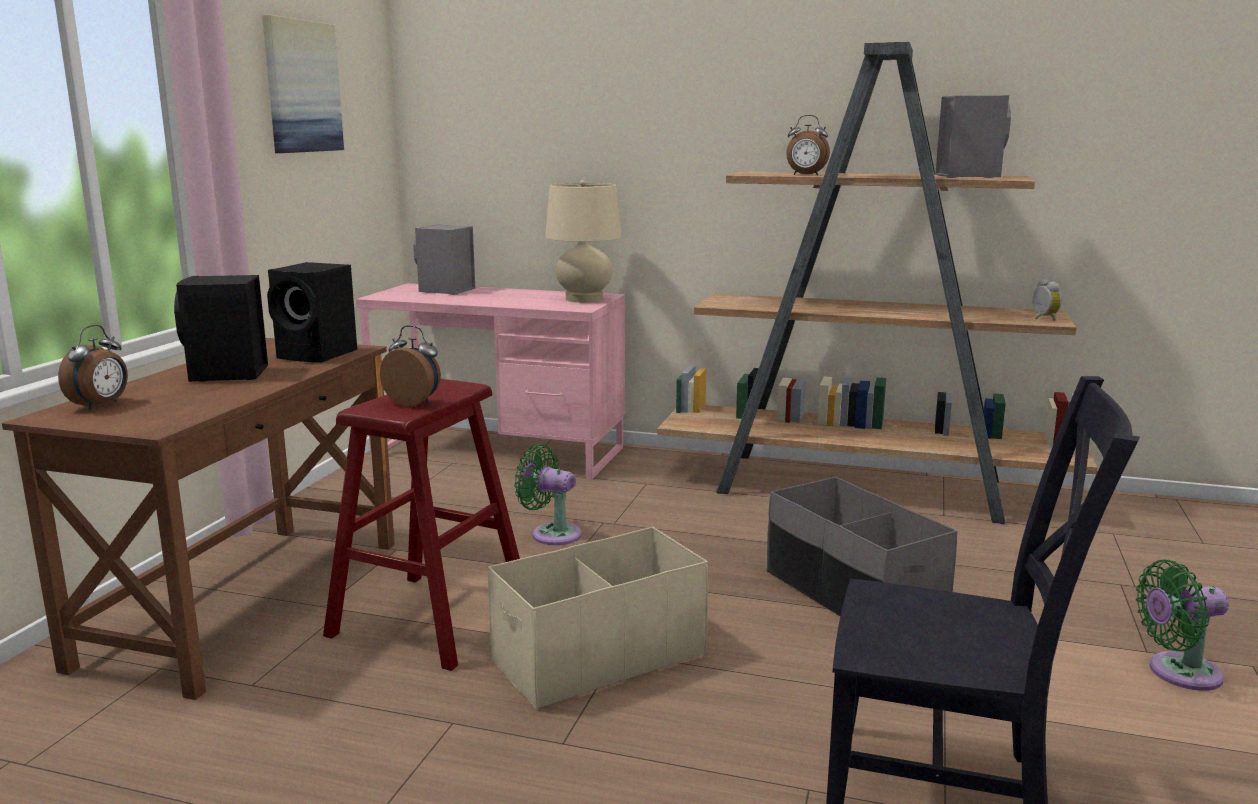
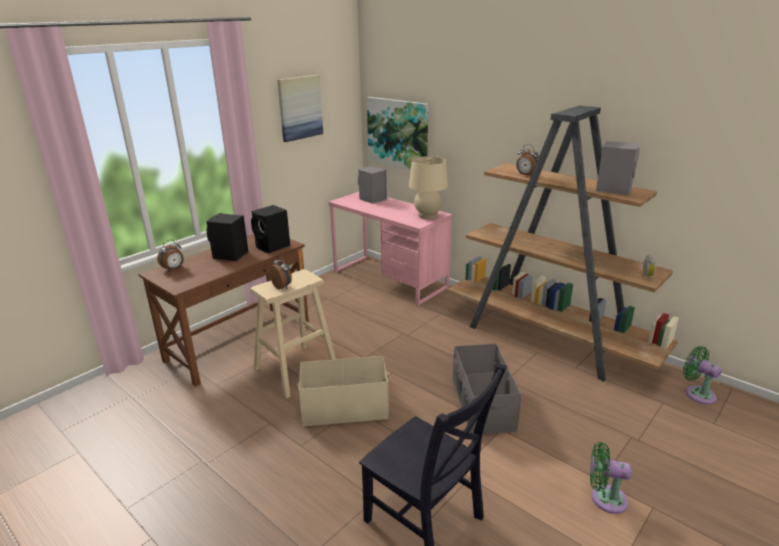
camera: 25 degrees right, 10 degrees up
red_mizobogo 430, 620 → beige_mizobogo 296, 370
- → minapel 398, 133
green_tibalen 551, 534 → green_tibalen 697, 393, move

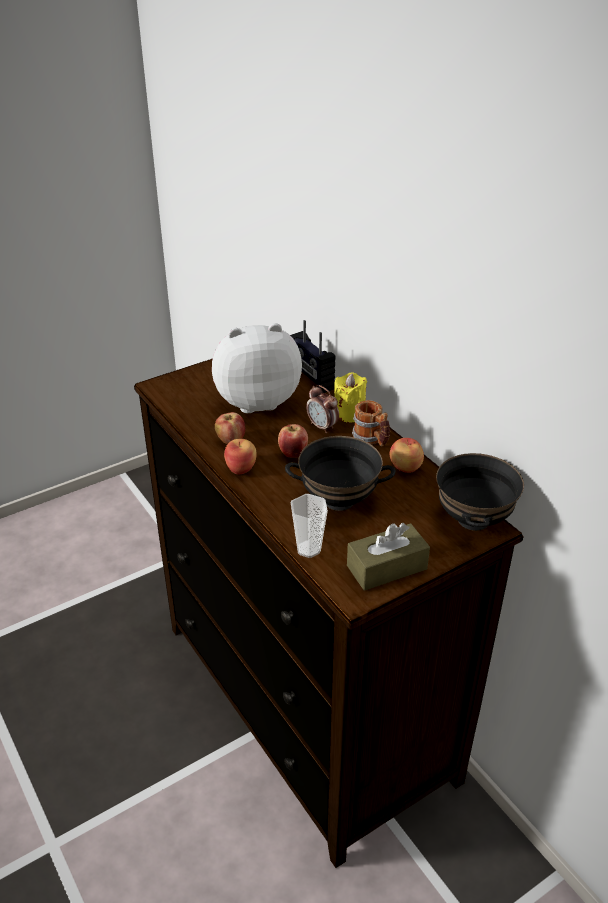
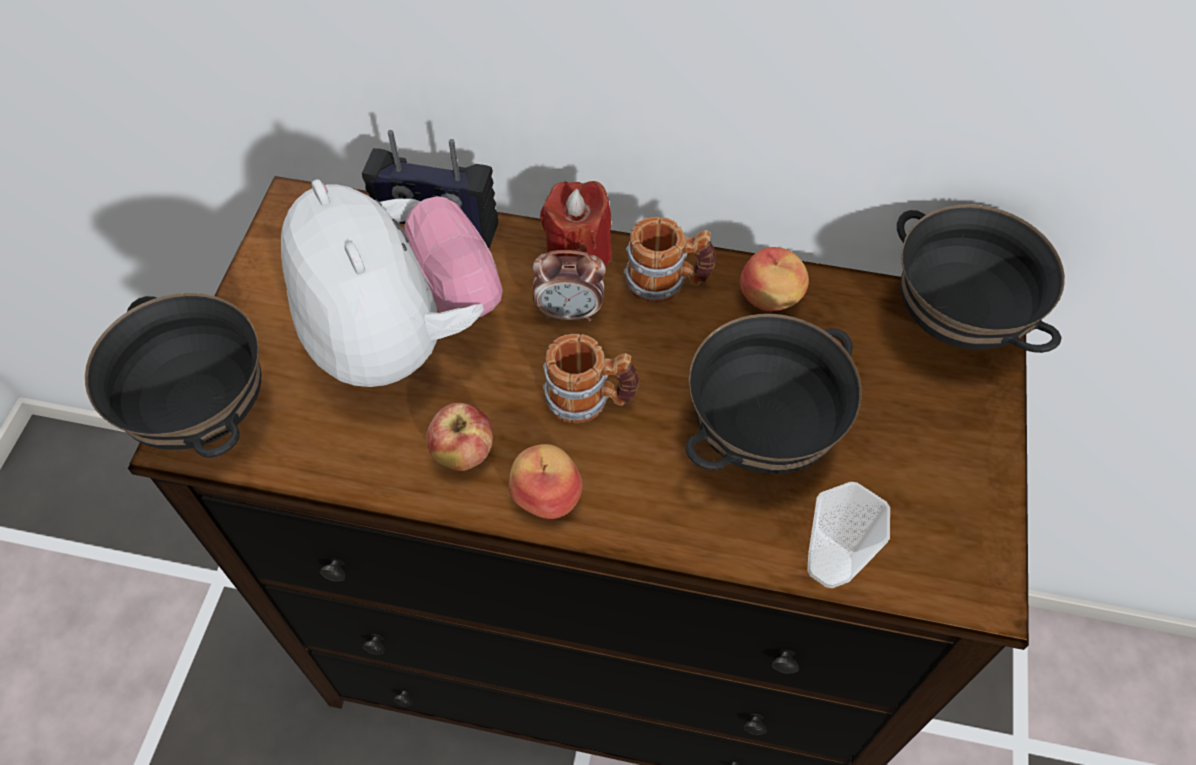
camera: 45 degrees left, 20 degrees up
- → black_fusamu 207, 414
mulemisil 256, 400 → mulemisil 402, 338, 120 degrees clockwise
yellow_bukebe 349, 414 → red_bukebe 578, 256
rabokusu 293, 453 → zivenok 590, 400
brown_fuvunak 386, 567 → -

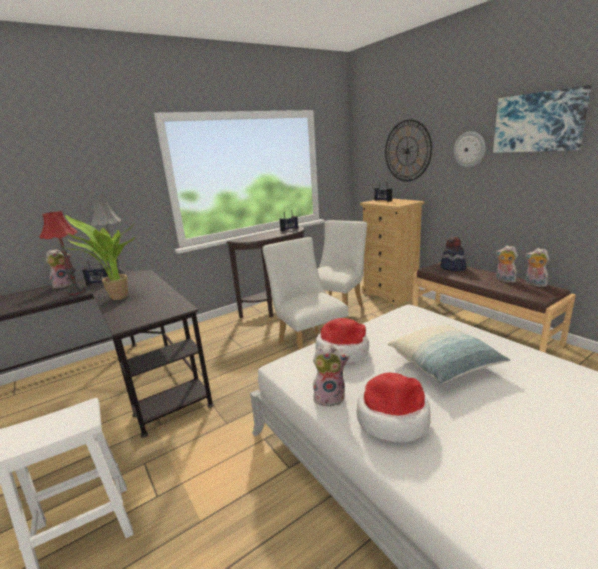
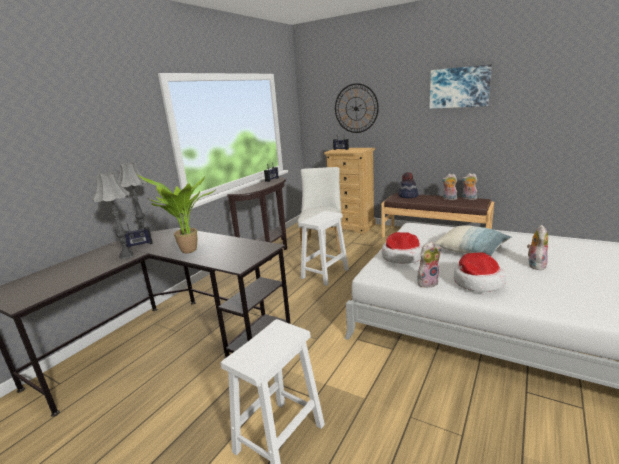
camera: 25 degrees left, 0 degrees up
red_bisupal 76, 292 → grey_bisupal 126, 255
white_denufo 308, 345 → white_mizobogo 325, 273
mulemisil 64, 285 → mulemisil 535, 265, move
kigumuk 469, 149 → -

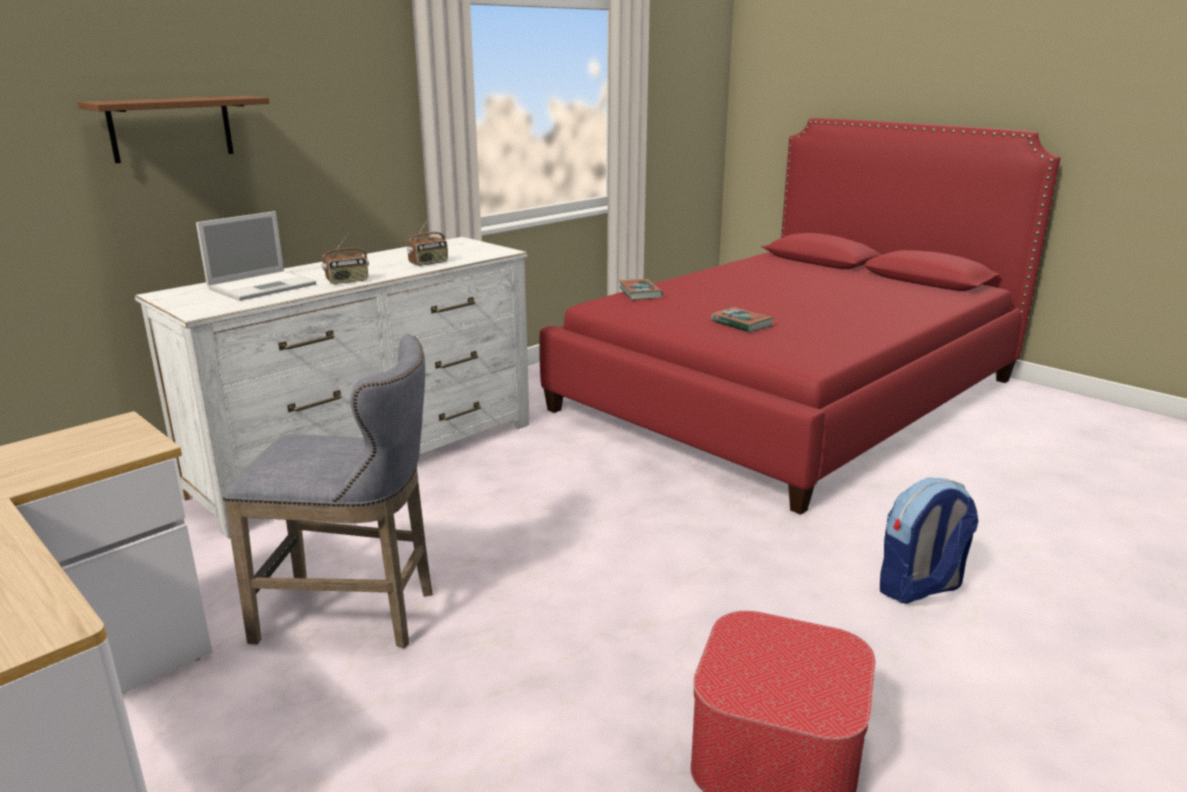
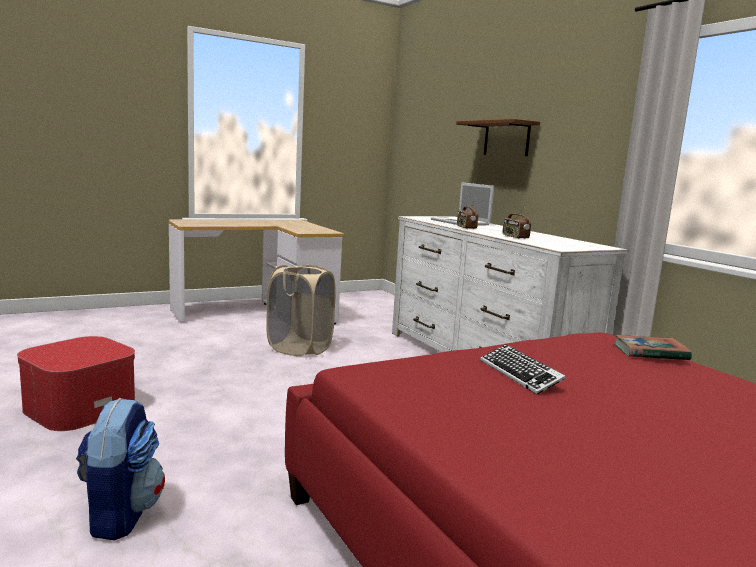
camera: 105 degrees right, 10 degrees down
grey_mizobogo 356, 615 → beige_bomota 300, 348
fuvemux 741, 324 → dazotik 520, 374

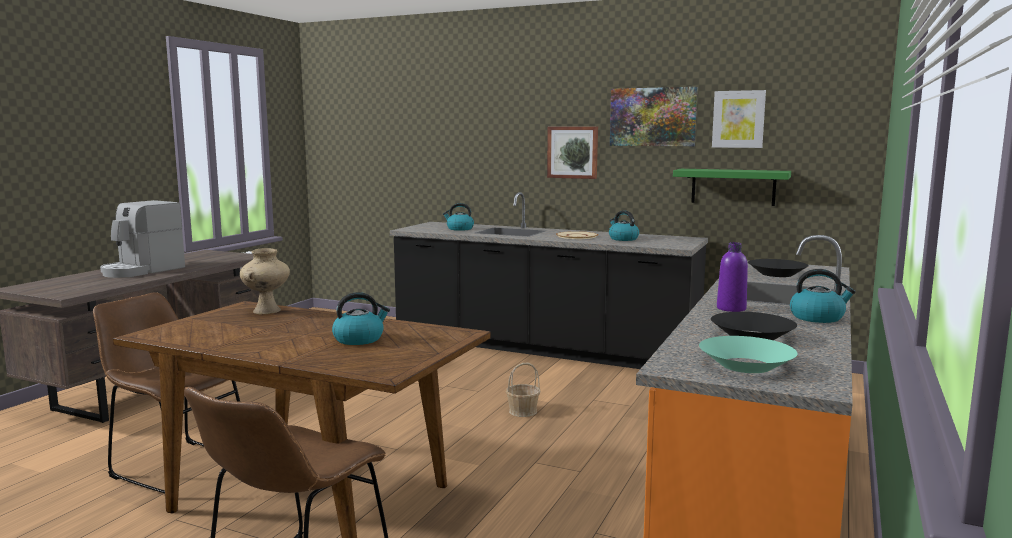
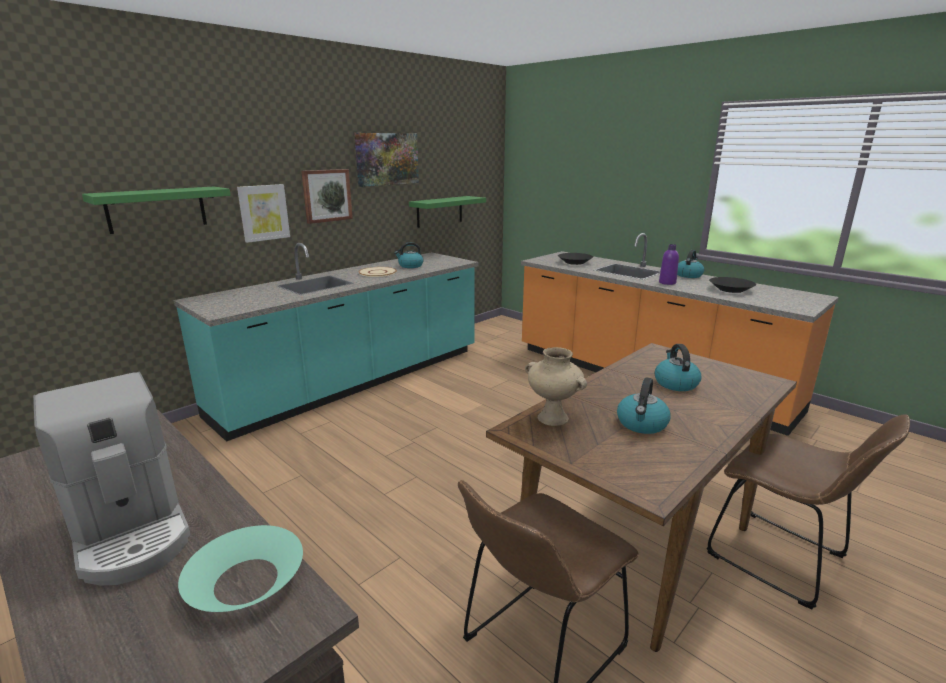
camera: 70 degrees left, 10 degrees up
- → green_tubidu 156, 209
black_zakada 542, 348 → turquoise_zakada 355, 382
turquoise_fusamu 746, 365 → turquoise_fusamu 246, 581, move
minapel 738, 119 → minapel 263, 212, move
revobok 459, 229 → revobok 642, 424, move
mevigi 522, 411 → -

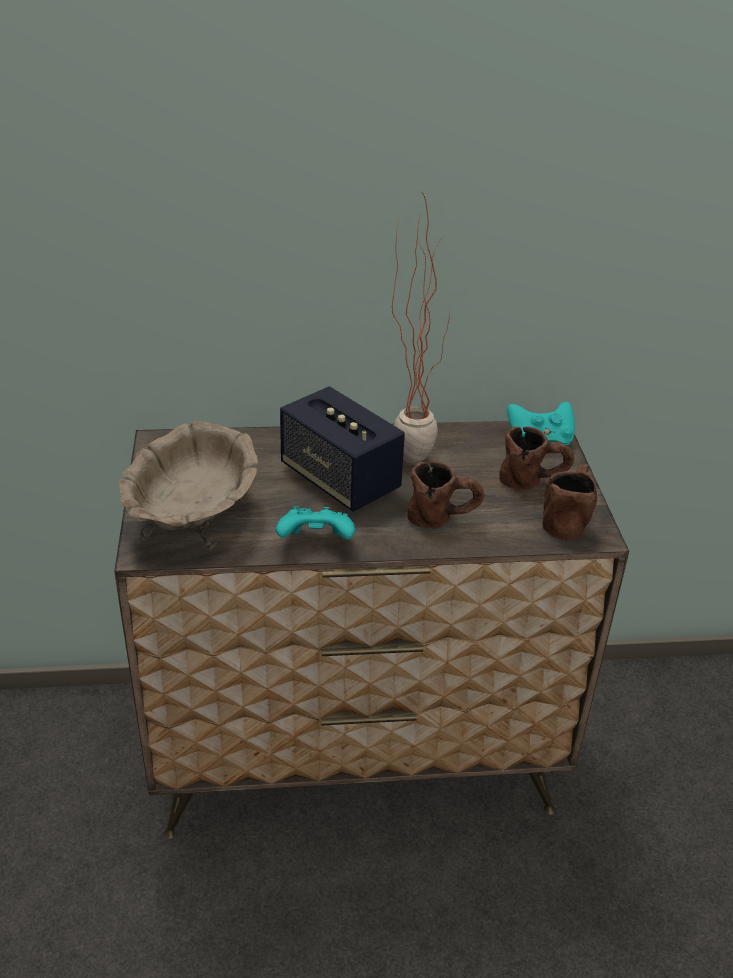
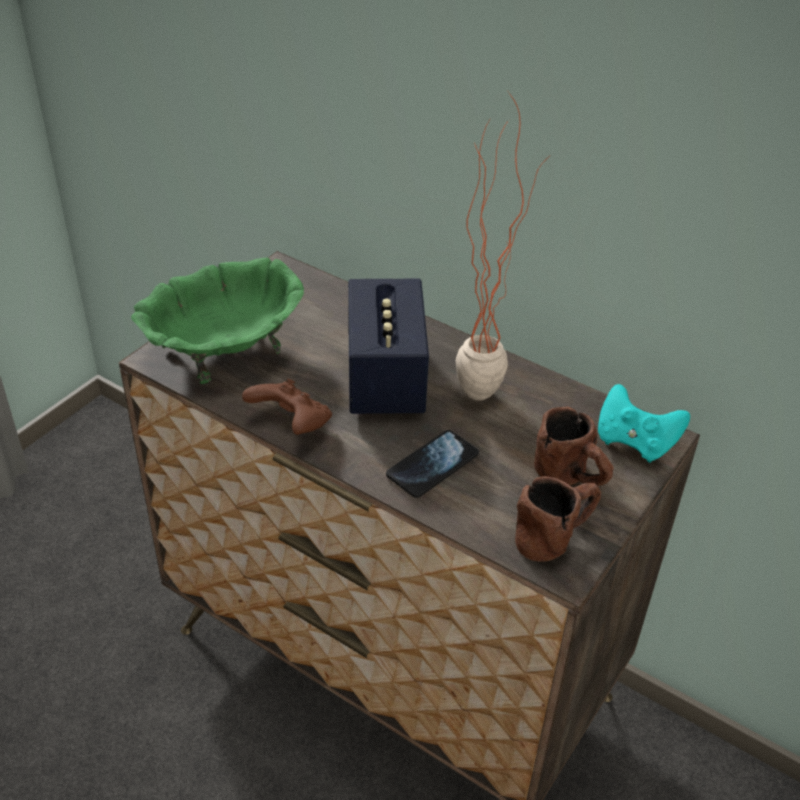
camera: 40 degrees right, 5 degrees up
beige_fusamu 193, 517 → green_fusamu 225, 349
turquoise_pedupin 316, 543 → brown_pedupin 292, 425
brown_zivenok 443, 518 → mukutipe 432, 465

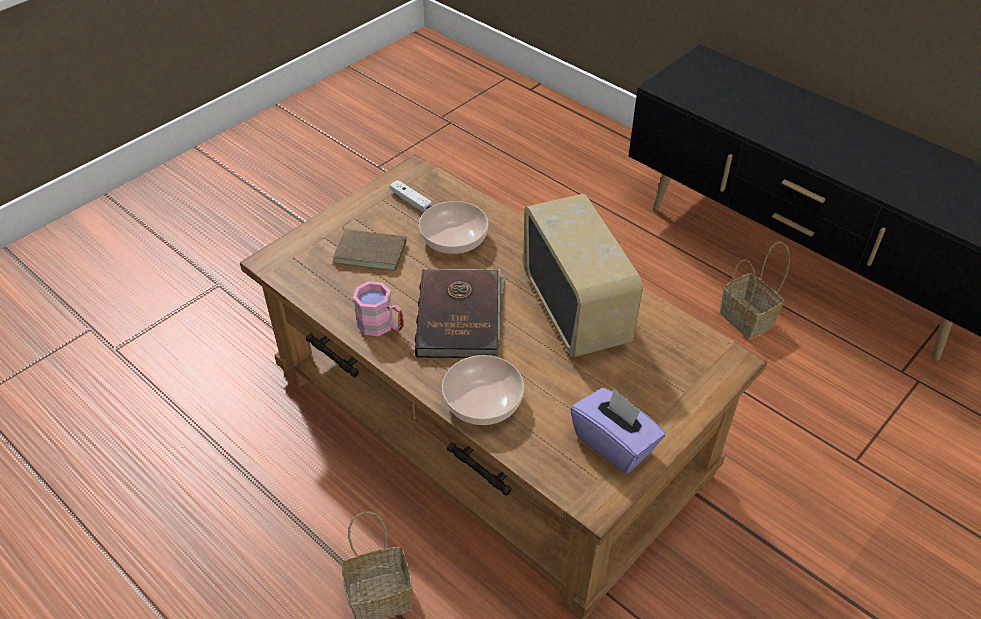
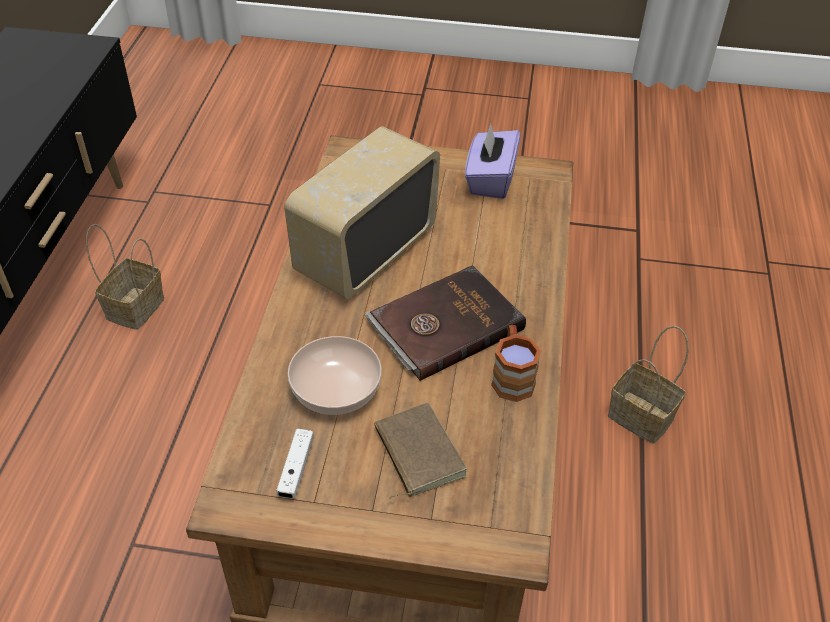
camera: 125 degrees left, 0 degrees up
pink_zivenok 382, 326 → brown_zivenok 512, 376
fusamu 481, 402 → -

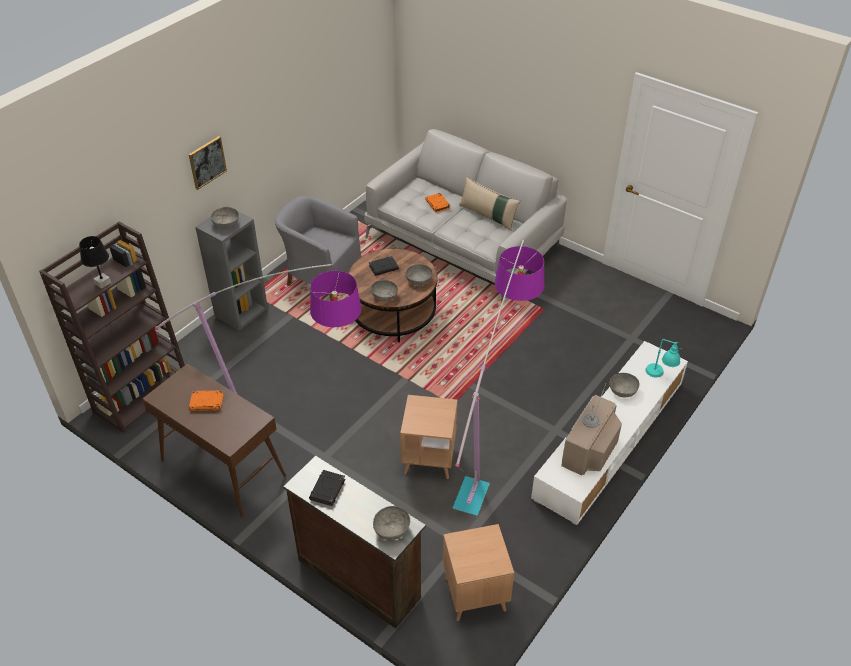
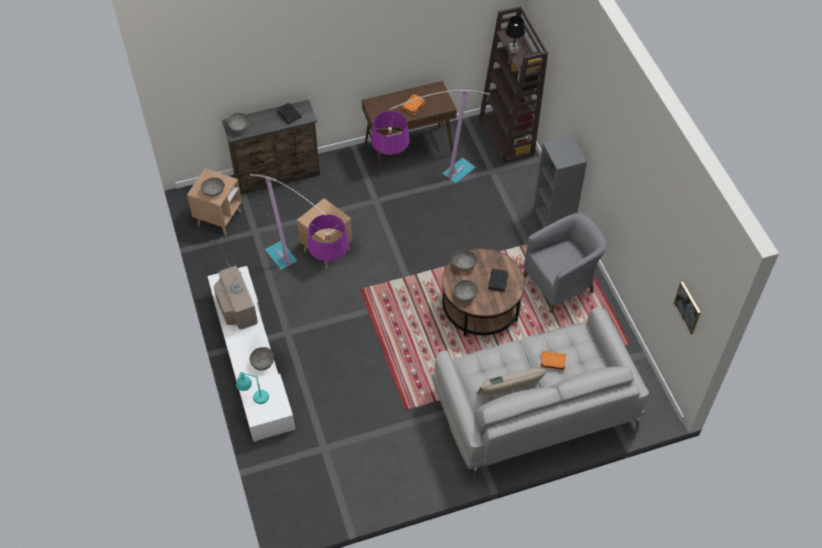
camera: 125 degrees right, 10 degrees up
grey_fusamu 226, 224 → grey_fusamu 213, 191, move
minapel 207, 162 → minapel 688, 307, move

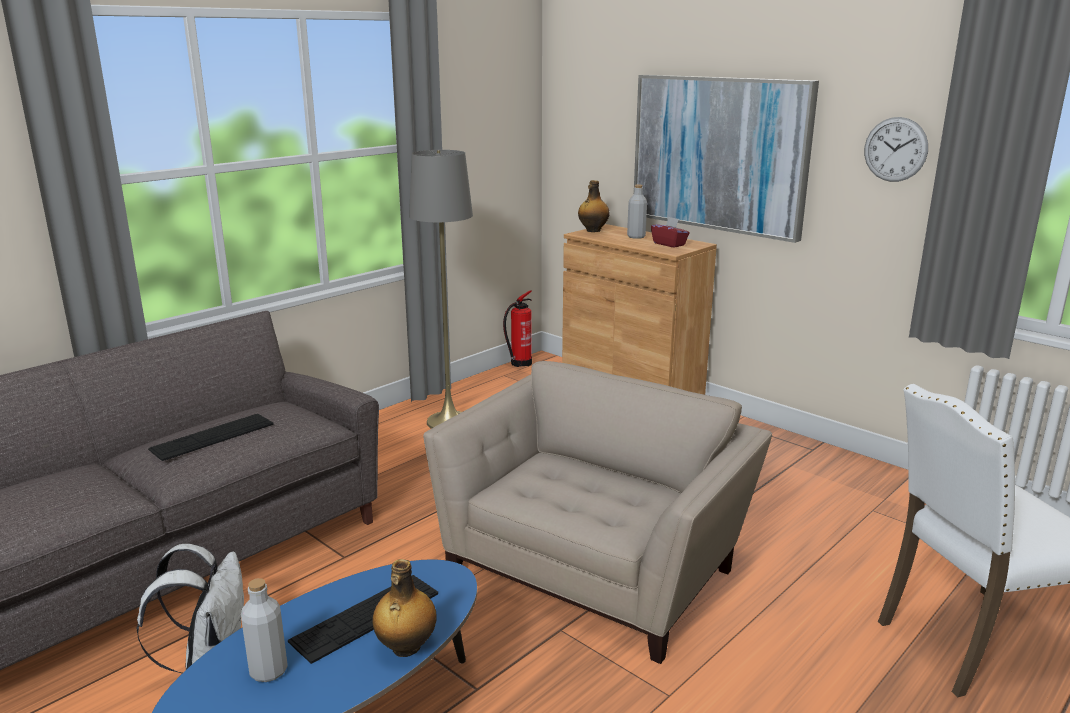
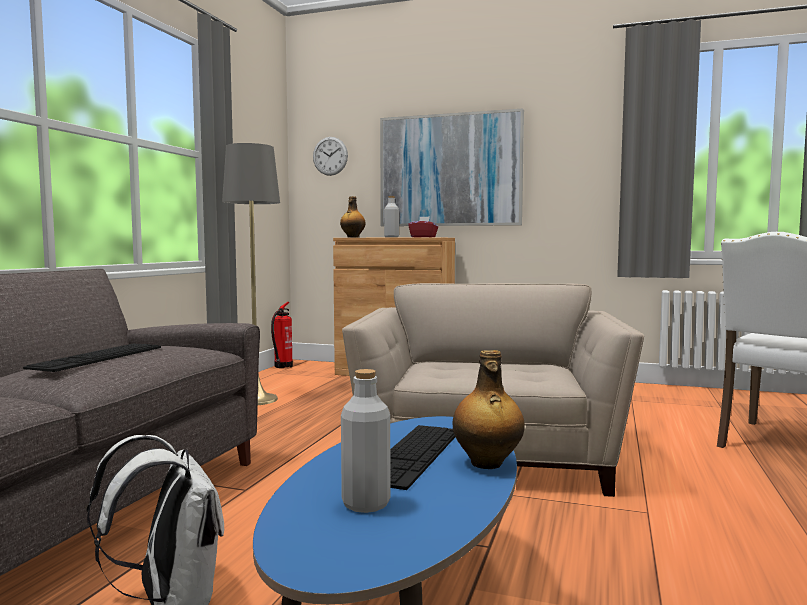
camera: 25 degrees left, 15 degrees down
kigumuk 895, 149 → kigumuk 330, 156, move

